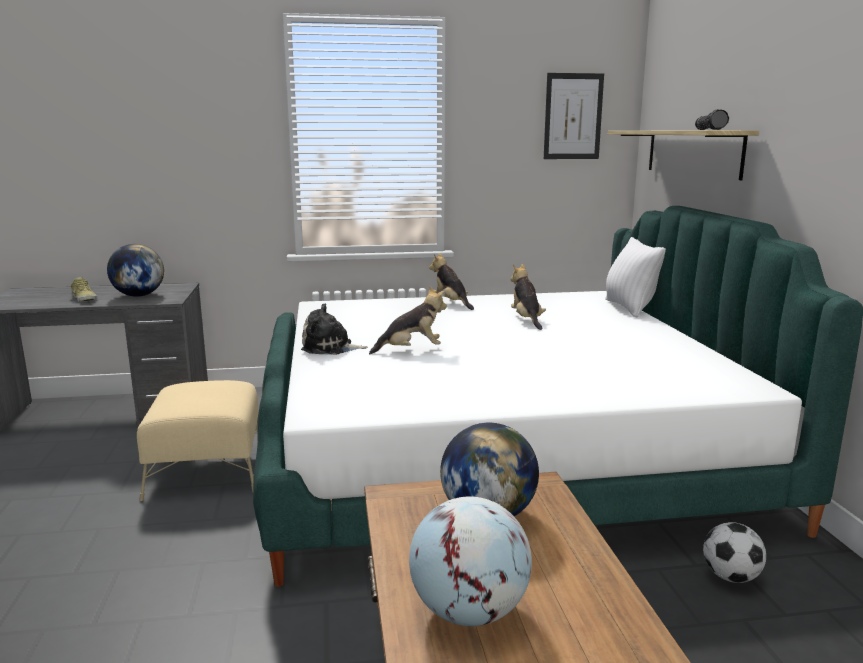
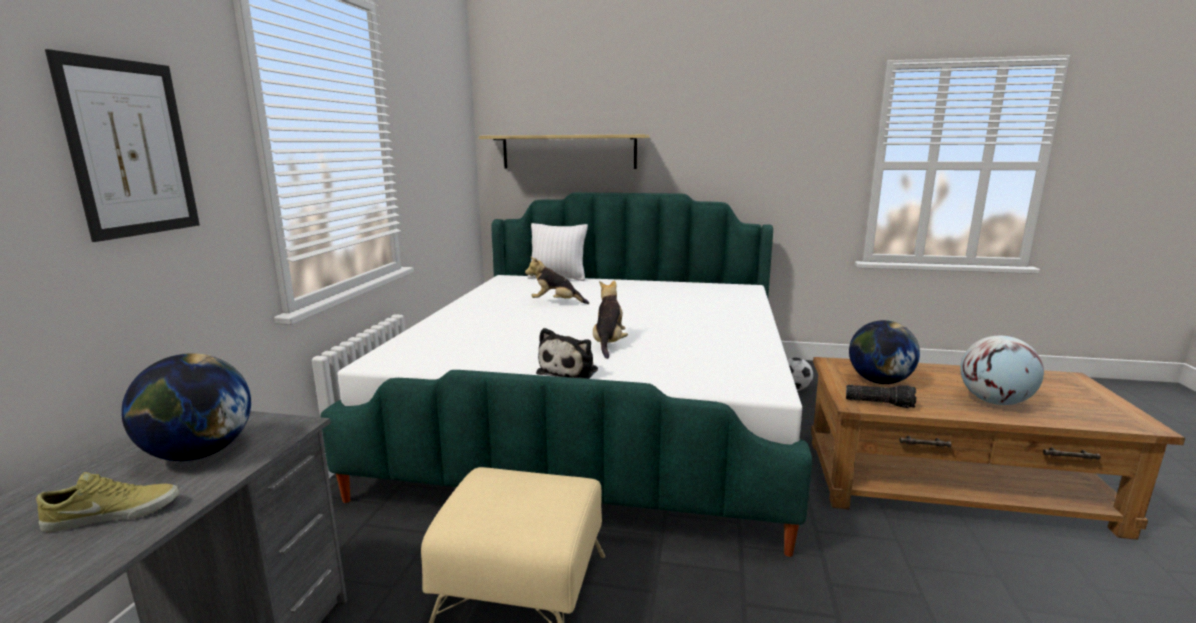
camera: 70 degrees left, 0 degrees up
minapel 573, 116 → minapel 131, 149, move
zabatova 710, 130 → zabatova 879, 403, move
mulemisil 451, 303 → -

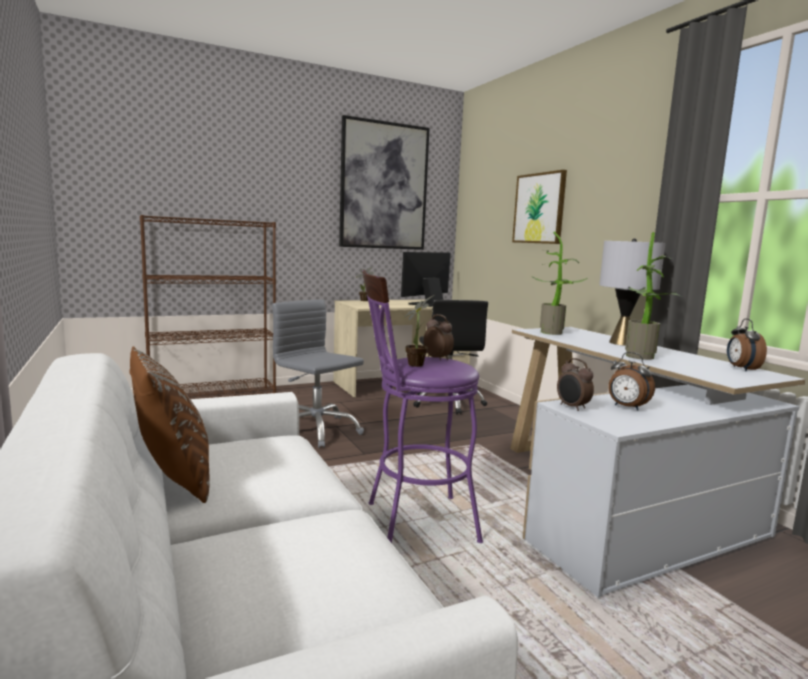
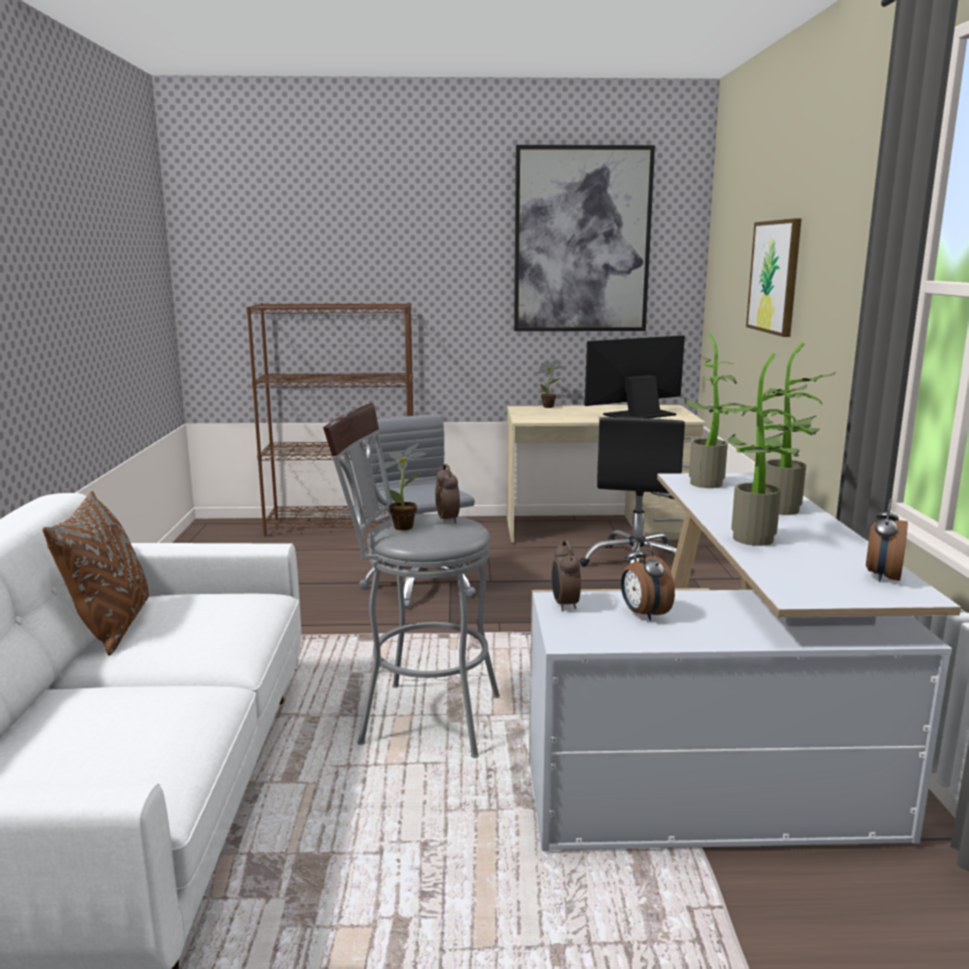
camera: 25 degrees right, 5 degrees up
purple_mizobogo 411, 523 → grey_mizobogo 418, 718
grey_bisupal 622, 343 → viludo 784, 511

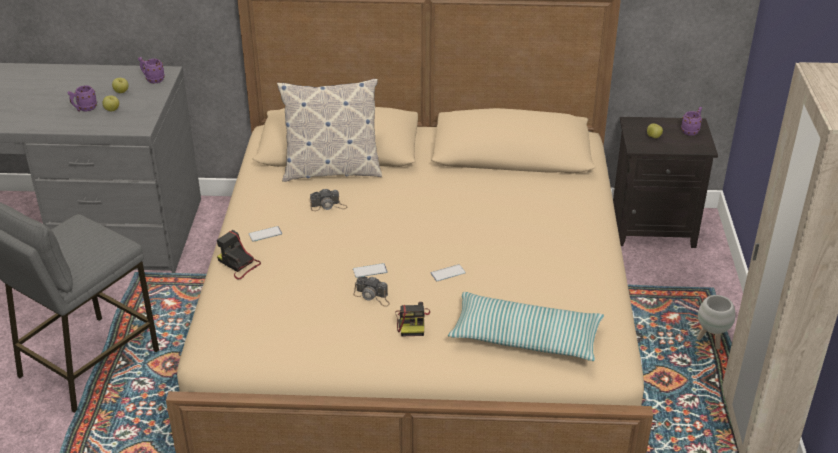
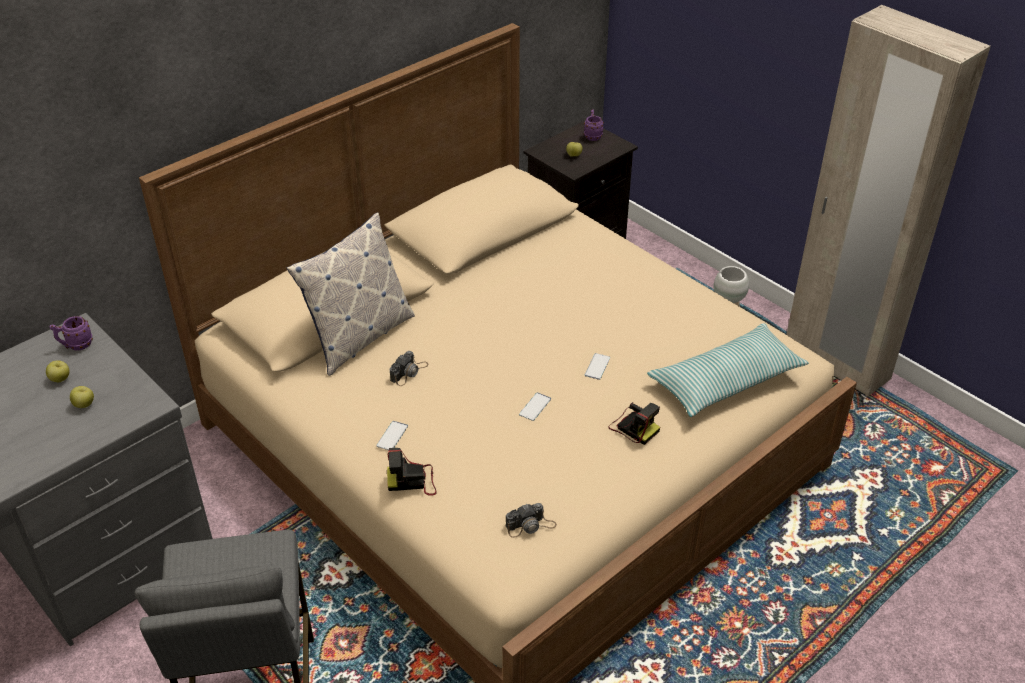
camera: 45 degrees left, 5 degrees up
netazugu 372, 296 → netazugu 530, 525, move
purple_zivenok 84, 109 → -

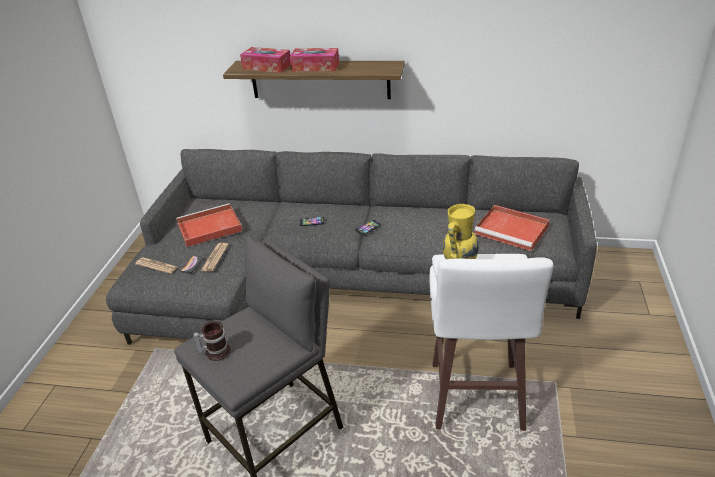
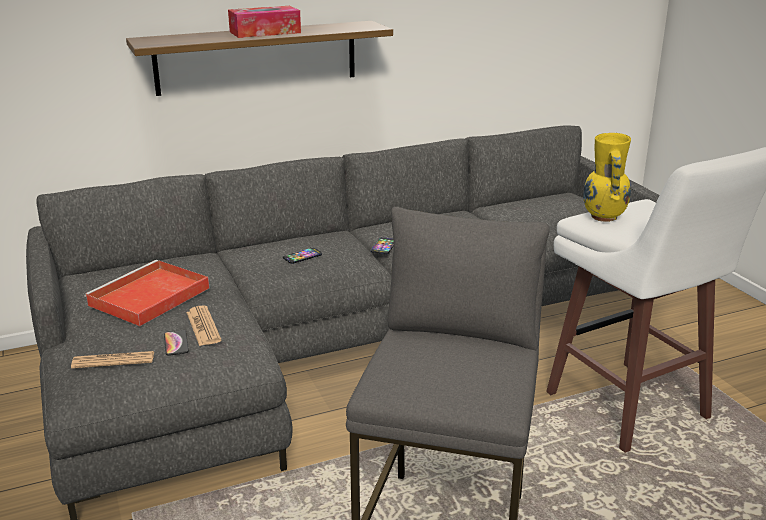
camera: 35 degrees left, 10 degrees down
zivenok 215, 351 → -
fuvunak 267, 67 → -
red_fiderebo 513, 230 → -

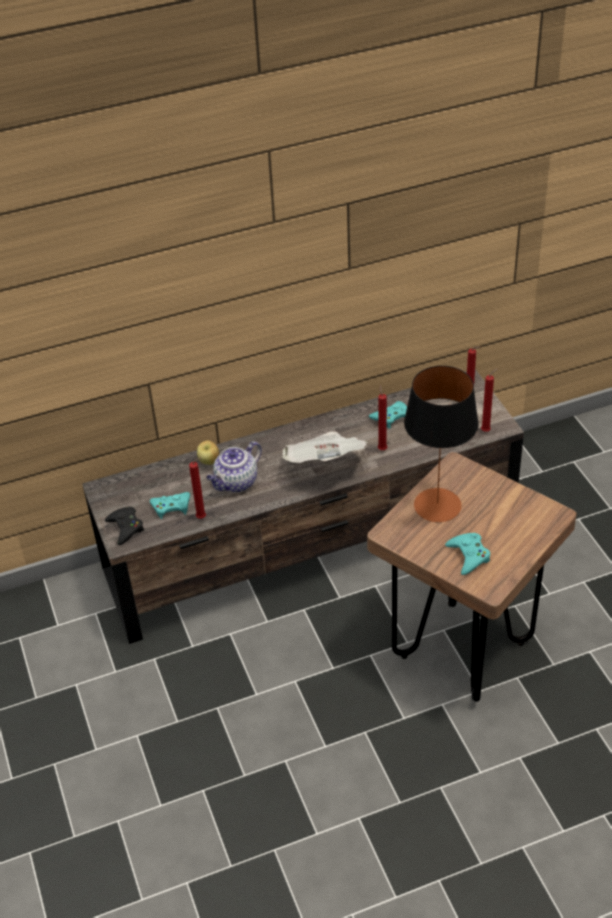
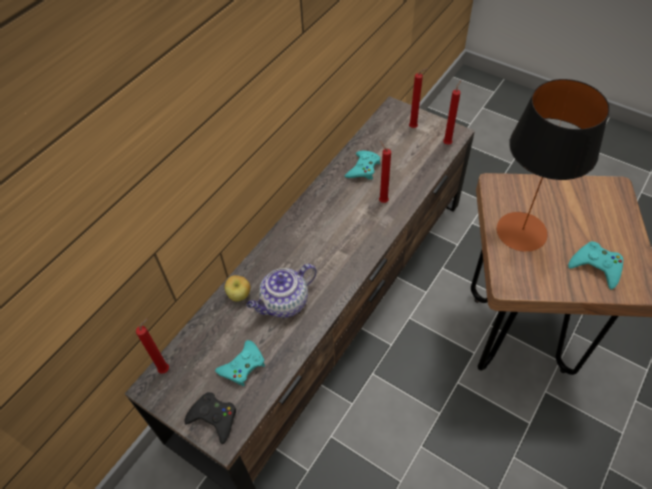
camera: 35 degrees left, 10 degrees up
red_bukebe 203, 517 → red_bukebe 166, 369, move
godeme 236, 483 → godeme 284, 303, 45 degrees clockwise
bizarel 324, 464 → -

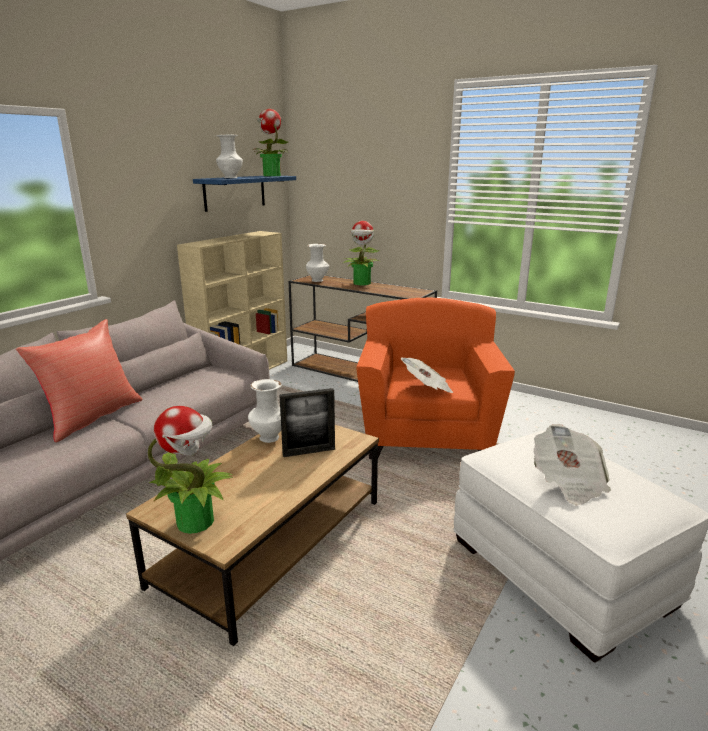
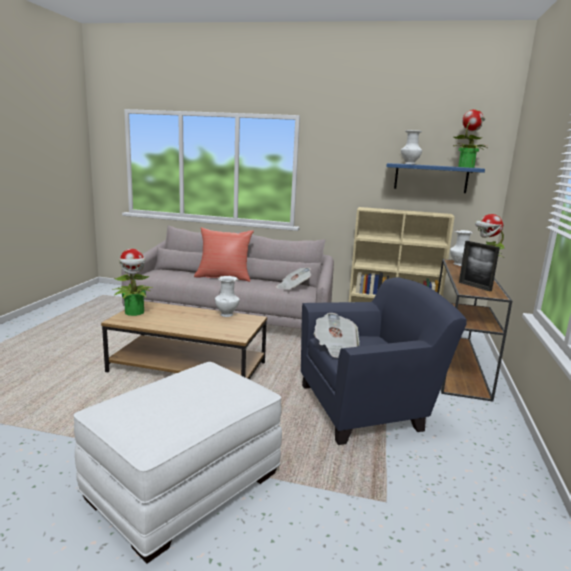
camera: 70 degrees right, 5 degrees down
bizarel 568, 482 → bizarel 293, 287, move
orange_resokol 426, 434 → blue_resokol 366, 407
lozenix 309, 452 → lozenix 474, 286, move

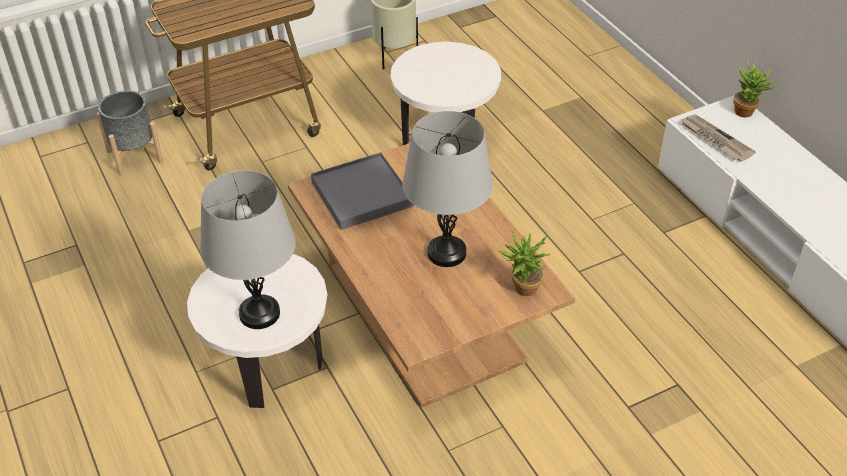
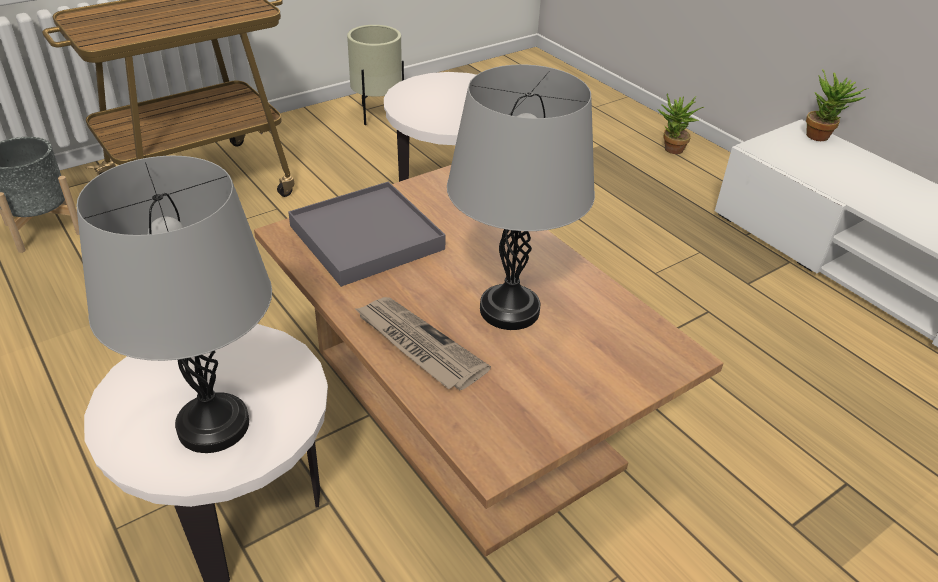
camera: 10 degrees left, 5 degrees down
bizarel 715, 140 → bizarel 418, 345, move
viludo 521, 290 → viludo 670, 150, move

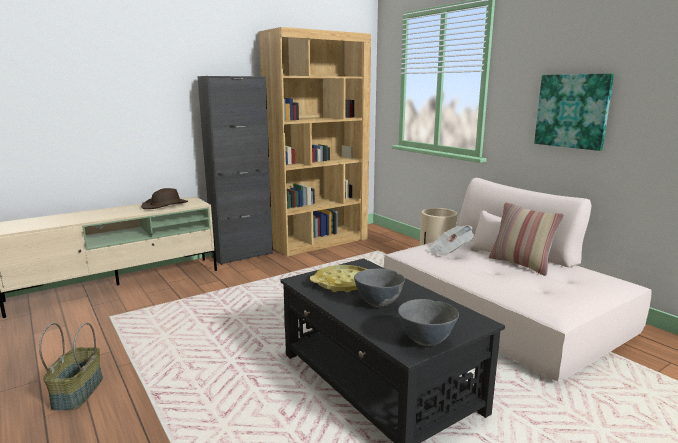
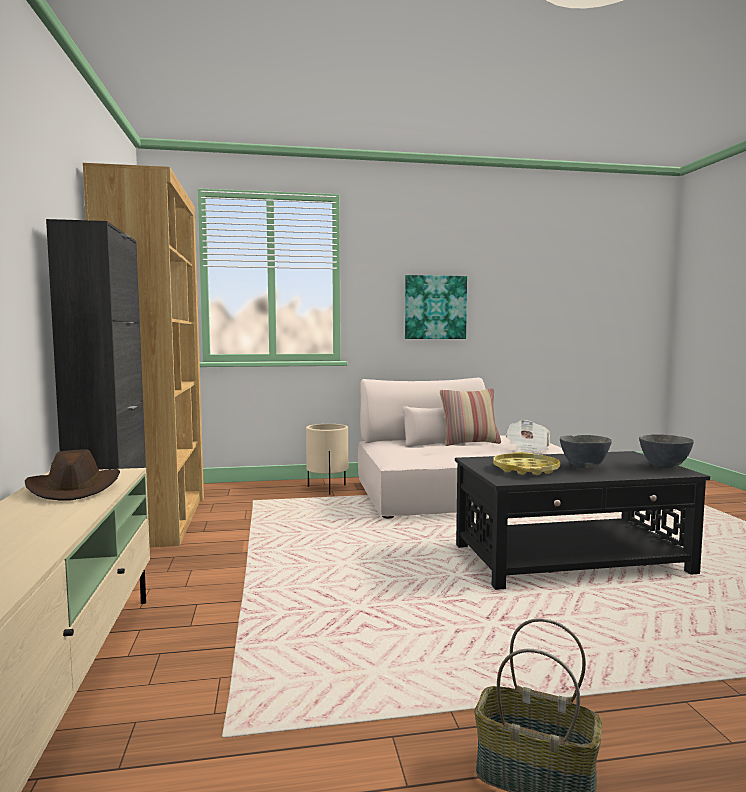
camera: 65 degrees left, 10 degrees down
bizarel 449, 251 → bizarel 527, 449, move

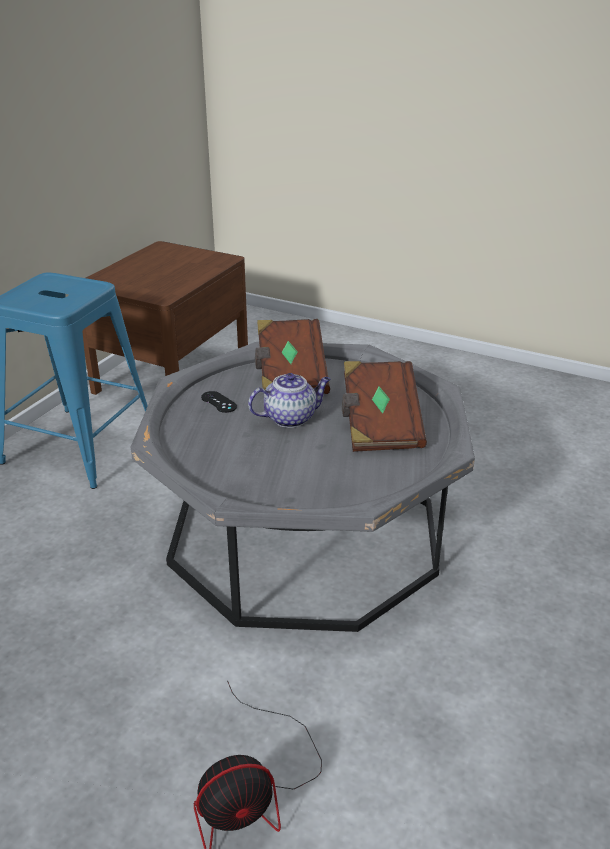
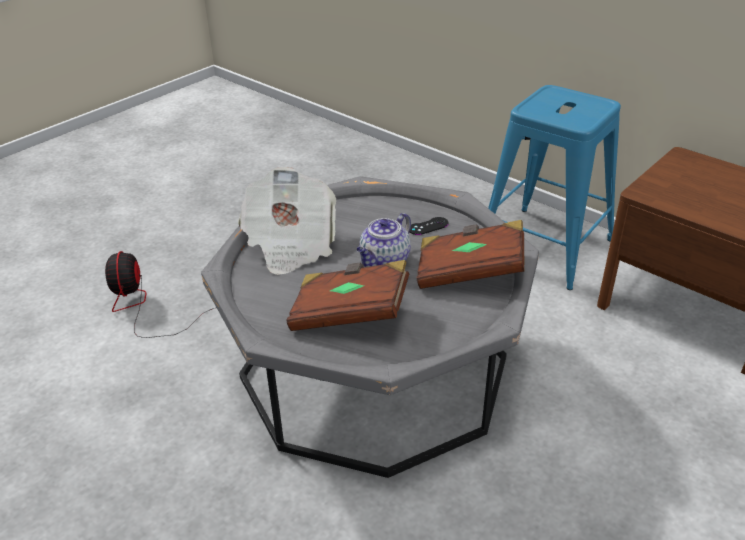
camera: 105 degrees right, 5 degrees up
- → bizarel 290, 243
godeme 291, 418 → godeme 384, 262, 45 degrees clockwise

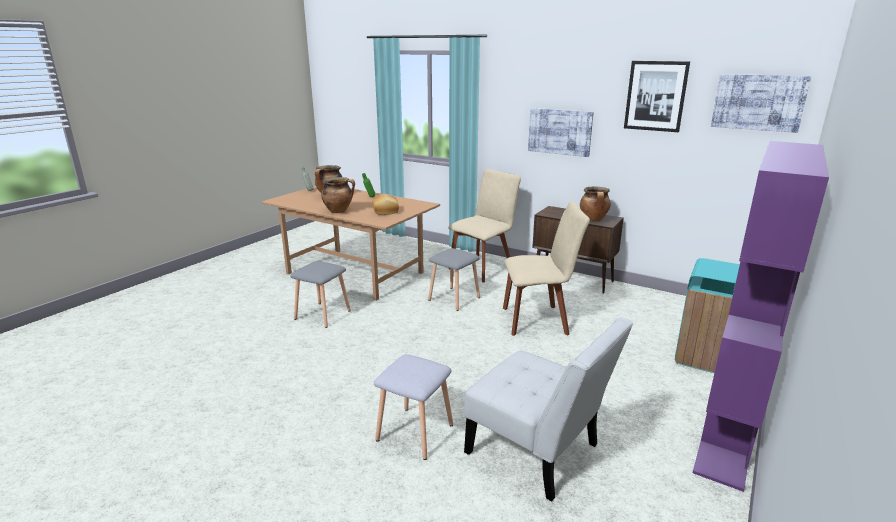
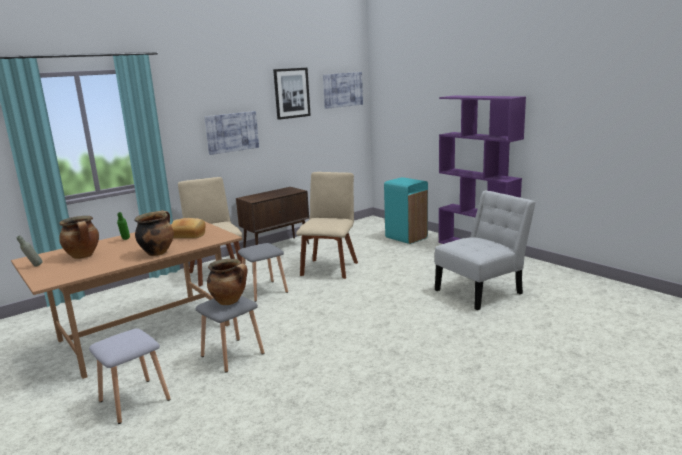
camera: 70 degrees left, 5 degrees down
grey_mizobogo 413, 432 → grey_mizobogo 134, 401, move
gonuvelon 593, 220 → gonuvelon 230, 301, move

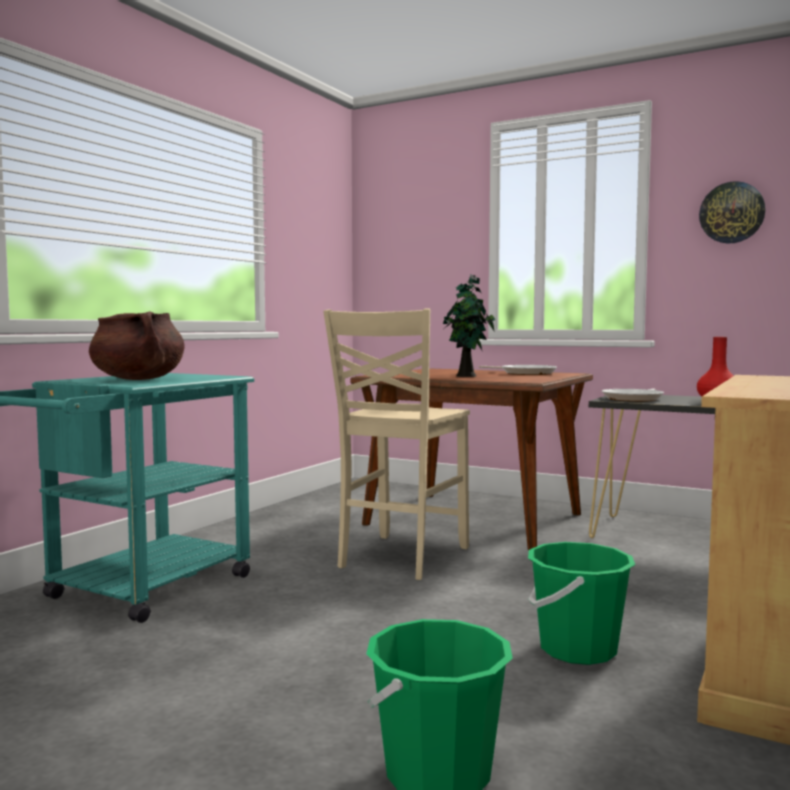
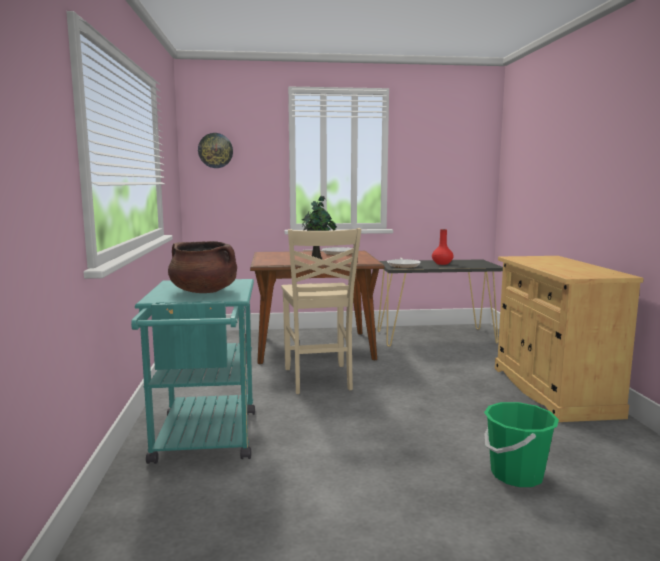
camera: 35 degrees left, 5 degrees up
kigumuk 731, 213 → kigumuk 215, 150, move
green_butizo 577, 649 → -

